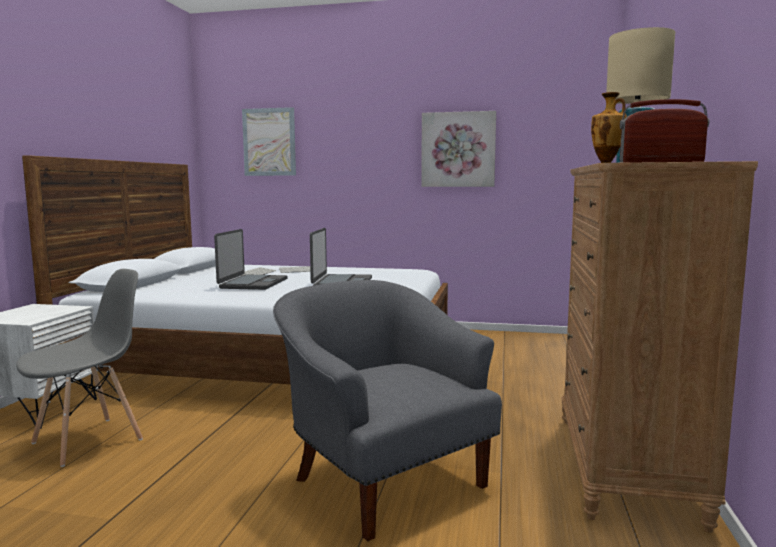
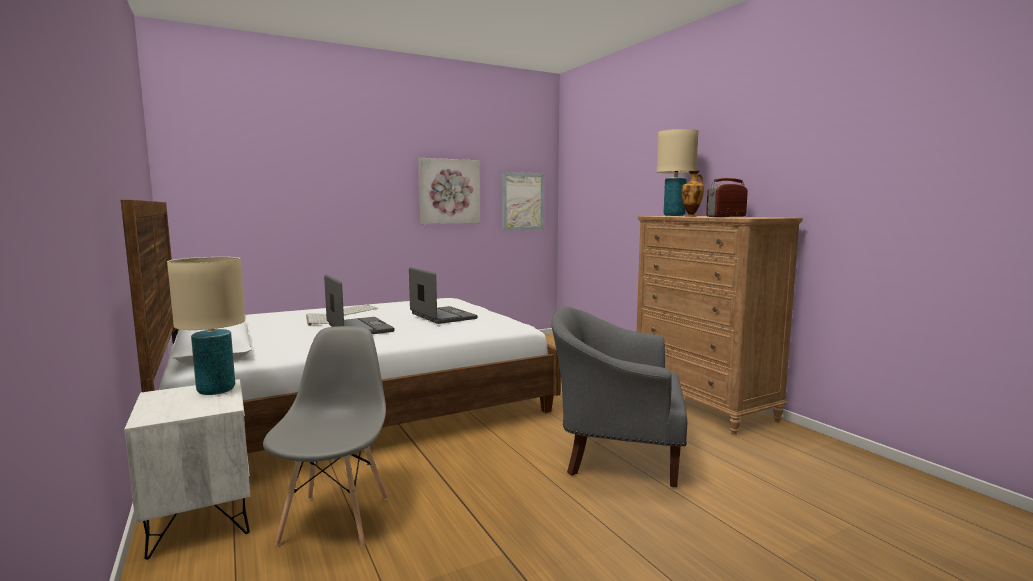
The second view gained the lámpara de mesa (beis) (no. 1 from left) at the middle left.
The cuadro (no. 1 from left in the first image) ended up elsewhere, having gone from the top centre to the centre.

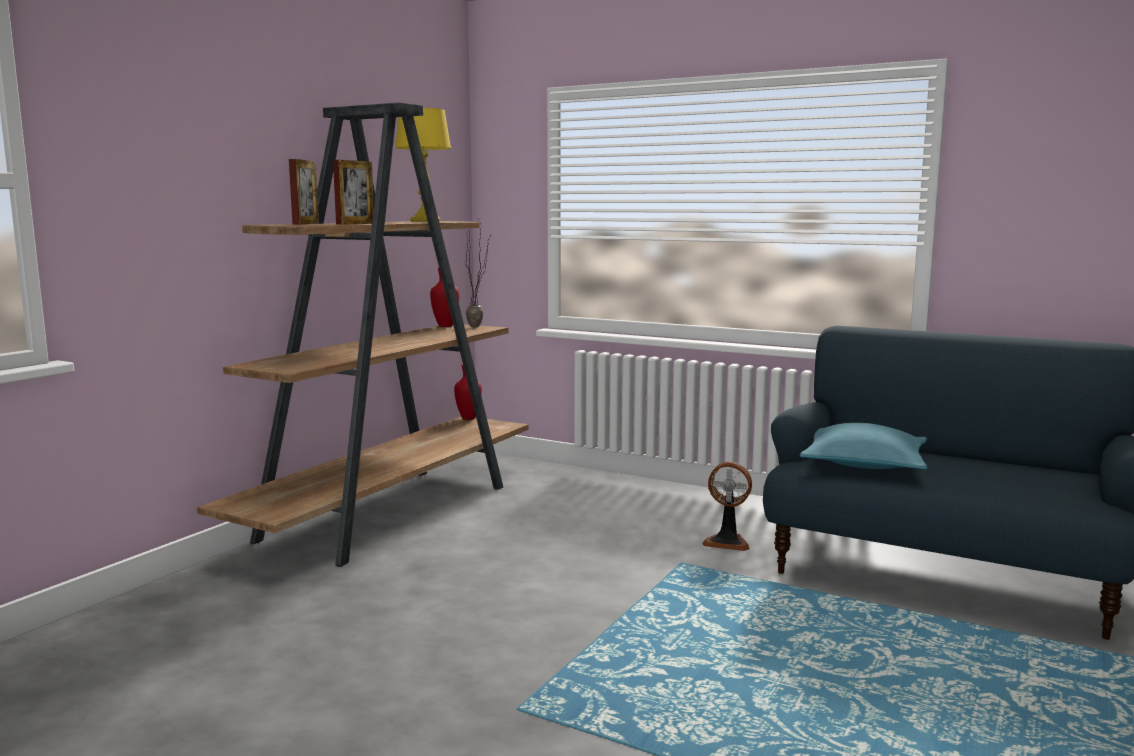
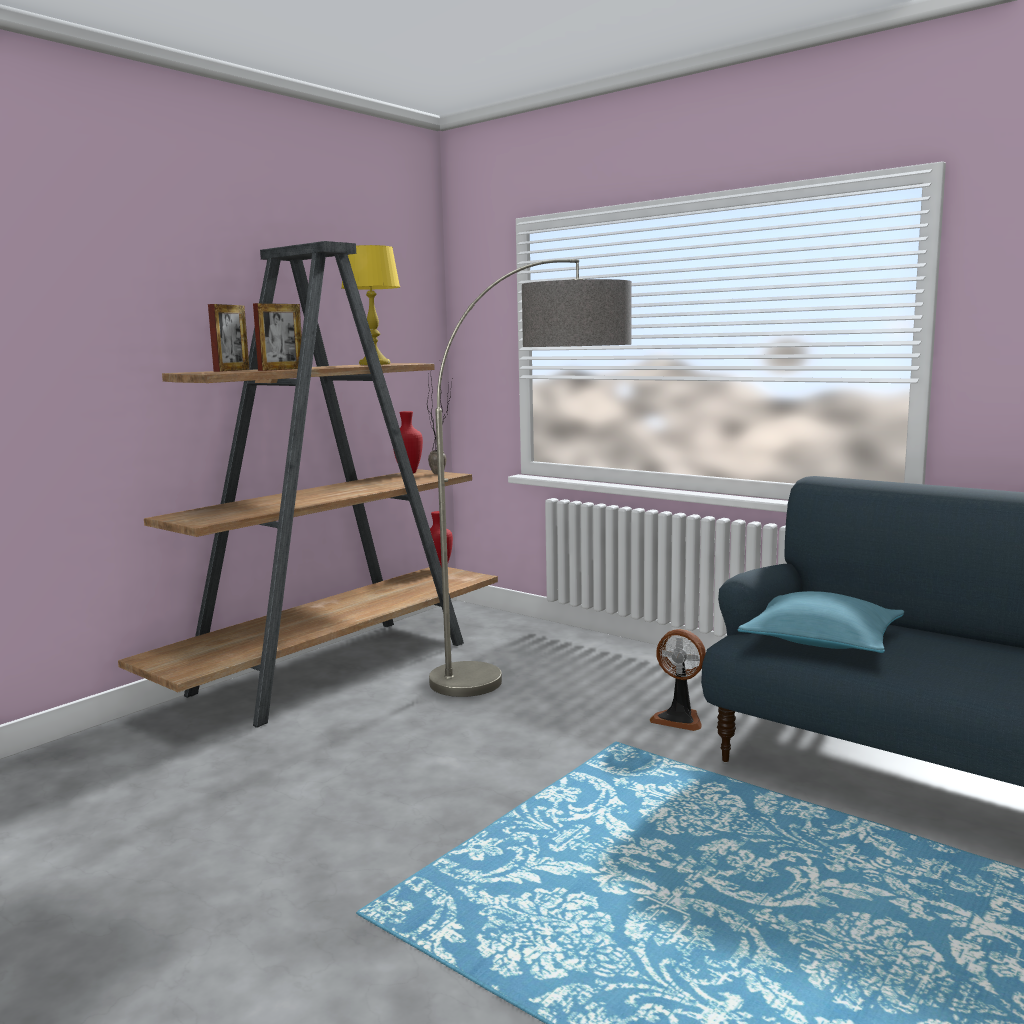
The second view gained the lámpara de pie at the centre.

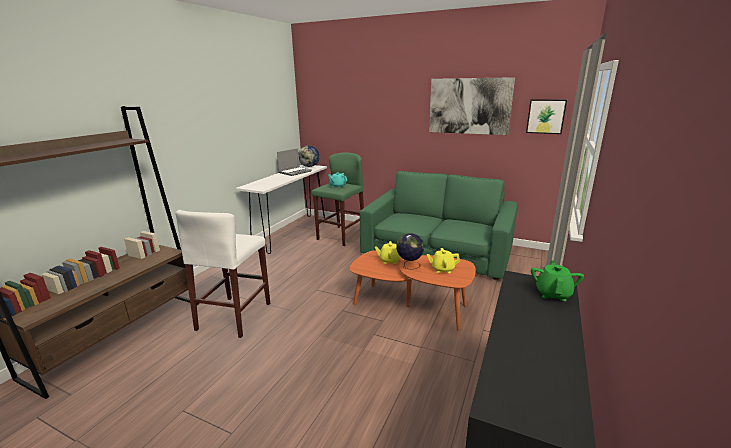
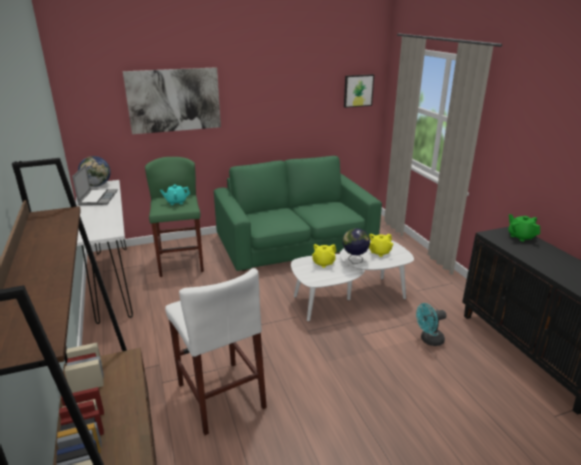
The cuadro (no. 1 from left) ended up elsewhere, having gone from the top centre to the top left.
What was the mesa de centro (naranja) at the centre turned into the mesa de centro (blanco) at the centre.
The second view gained the ventilador (turquesa) at the bottom right.

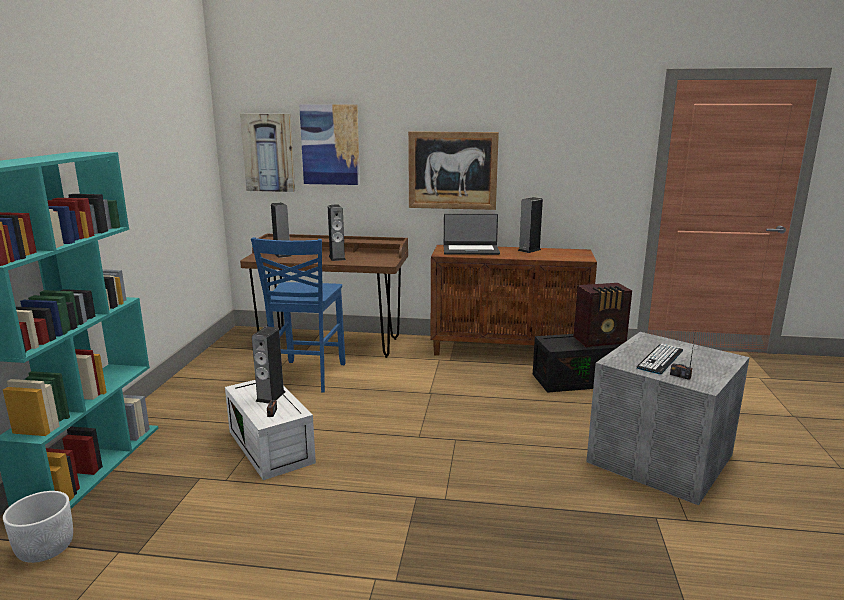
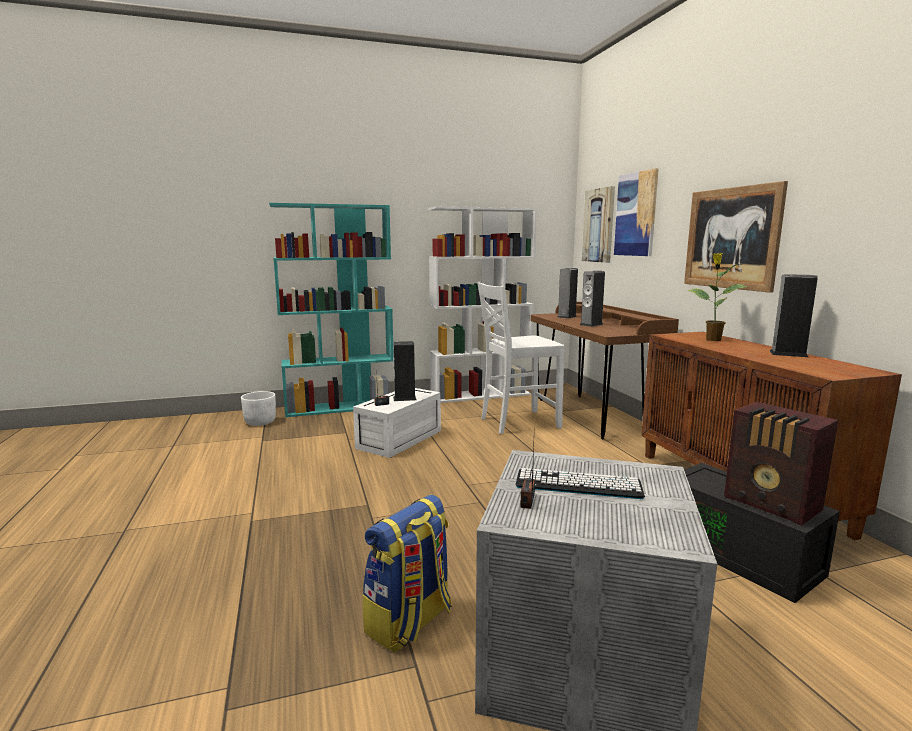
The second view gained the mochila at the bottom centre.
The second view gained the estantería (blanco) at the centre.
What was the silla (azul) at the centre turned into the silla (blanco) at the centre.
Where the portátil stood at the centre, the planta en maceta came to stand at the middle right.

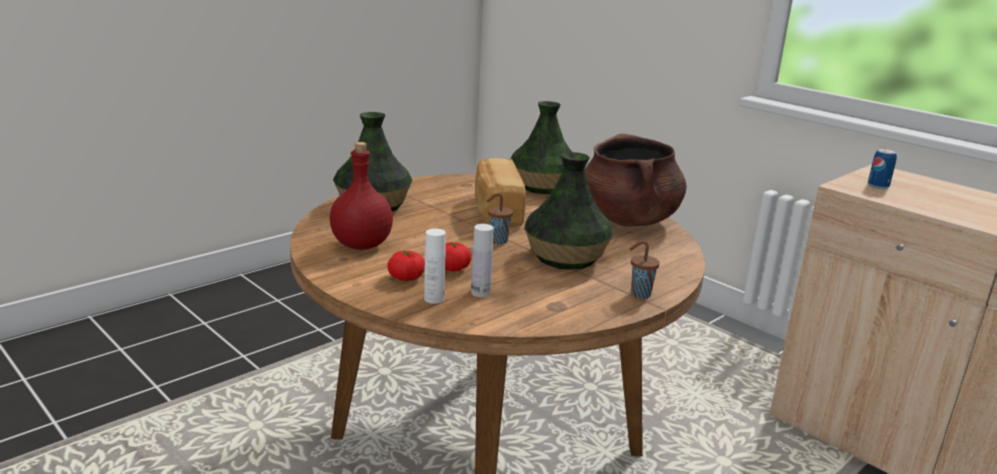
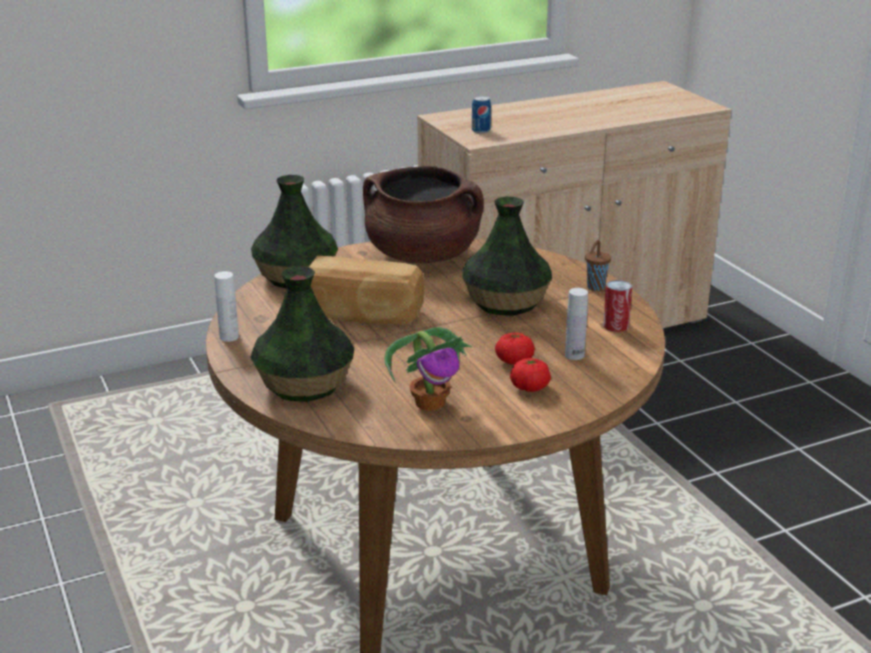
The botella (blanco) (no. 1 from left) ended up elsewhere, having gone from the centre to the middle left.
Where the botella (rojo) stood at the centre, the planta en maceta came to stand at the centre.
The second view gained the lata (no. 2 from left) at the middle right.
The second view lost the taza (marrón) (no. 1 from left) at the centre.

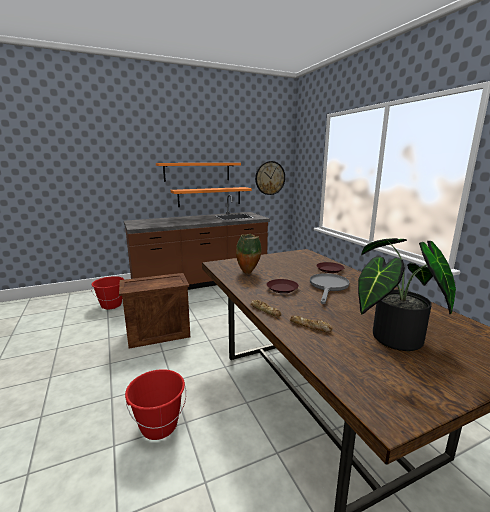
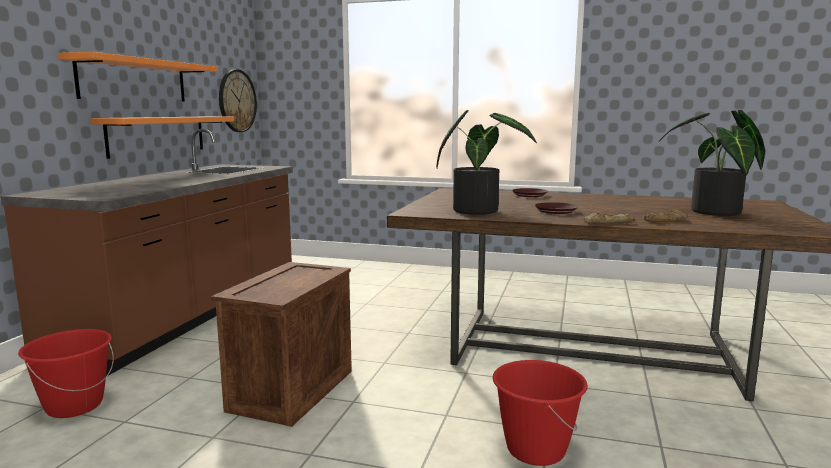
Where the florero stood at the centre, the planta en maceta (no. 1 from left) came to stand at the centre.
The second view lost the sartén (gris) at the middle right.

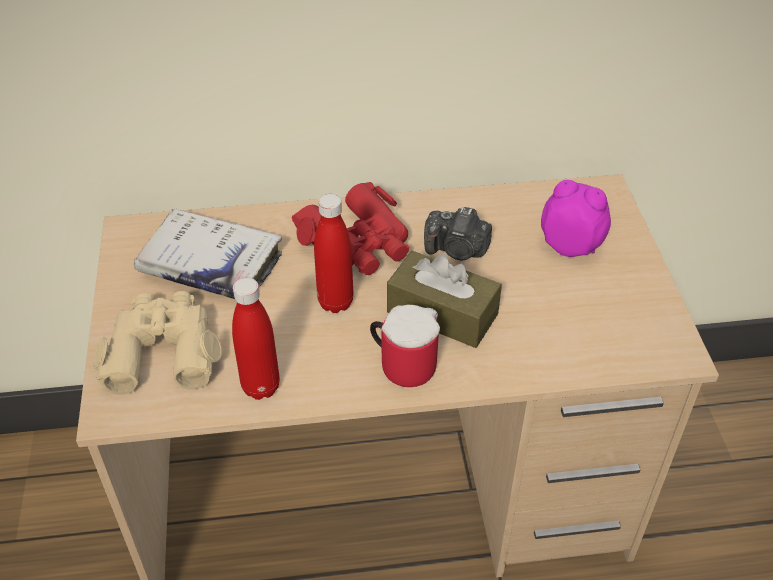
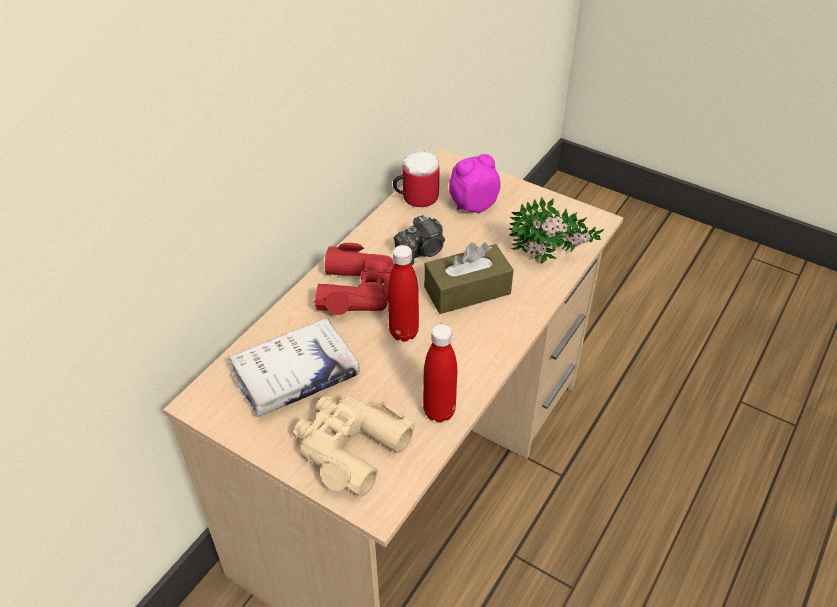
The taza grande ended up elsewhere, having gone from the centre to the top centre.
The second view gained the planta en maceta at the centre.

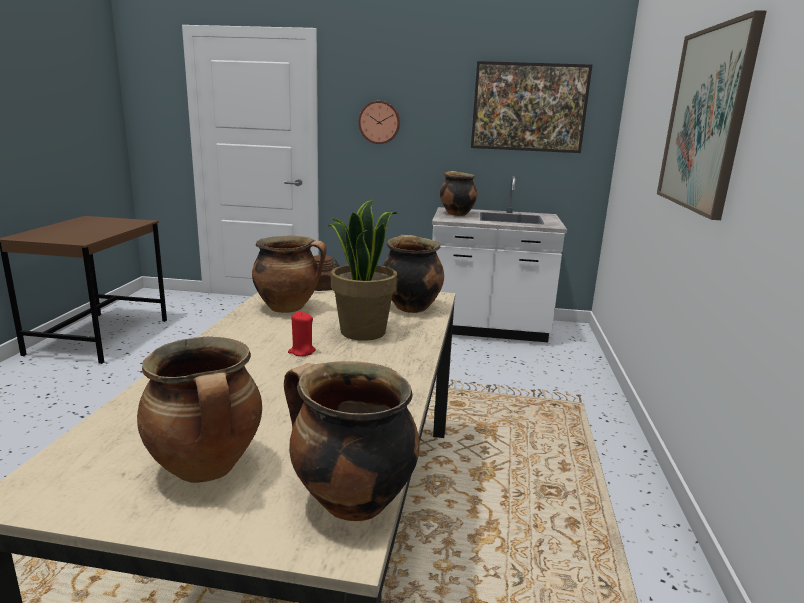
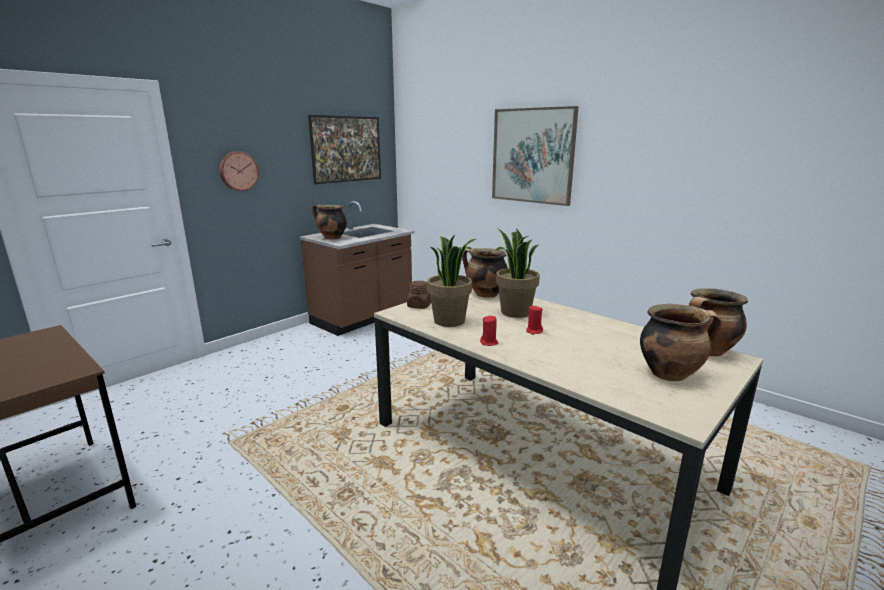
What was the mueble bajo de cocina (blanco) at the centre turned into the mueble bajo de cocina (marrón) at the centre.
Where the olla (no. 2 from left) stood at the centre, the planta en maceta (no. 1 from left) came to stand at the centre.
The second view gained the vela (rojo) (no. 1 from left) at the centre.

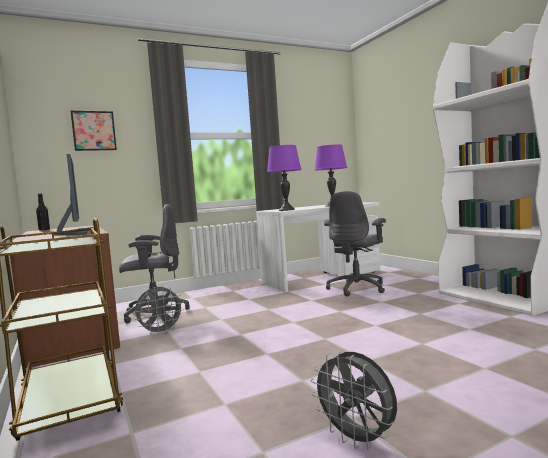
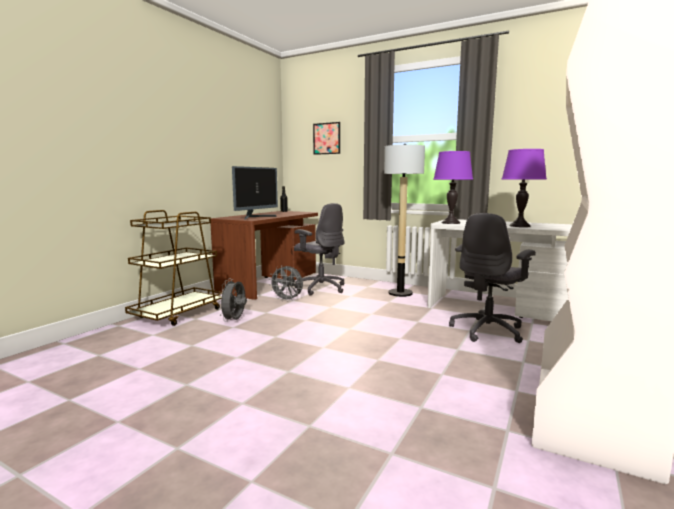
The ventilador (gris) (no. 2 from left in the first image) ended up elsewhere, having gone from the bottom centre to the centre.
The second view gained the lámpara de pie at the centre.
The silla de oficina (gris) (no. 2 from left) at the centre ended up facing another way, 45 degrees counterclockwise from before.

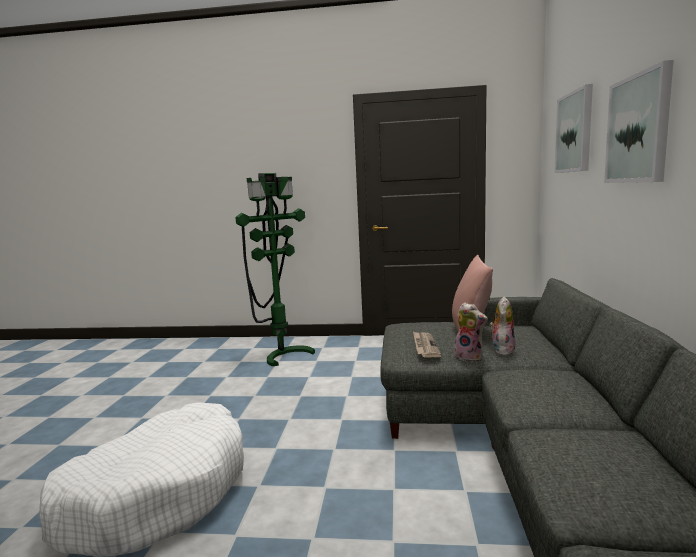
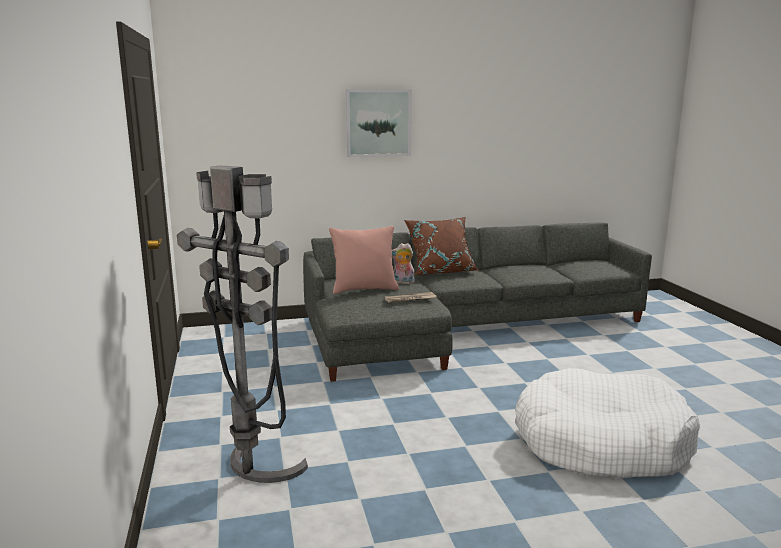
What was the lámpara de pie (verde) at the centre turned into the lámpara de pie (gris) at the middle left.
The second view gained the cojín (marrón) at the centre.
The second view lost the peluche (no. 1 from left) at the middle right.
The second view lost the cuadro (no. 1 from left) at the top right.

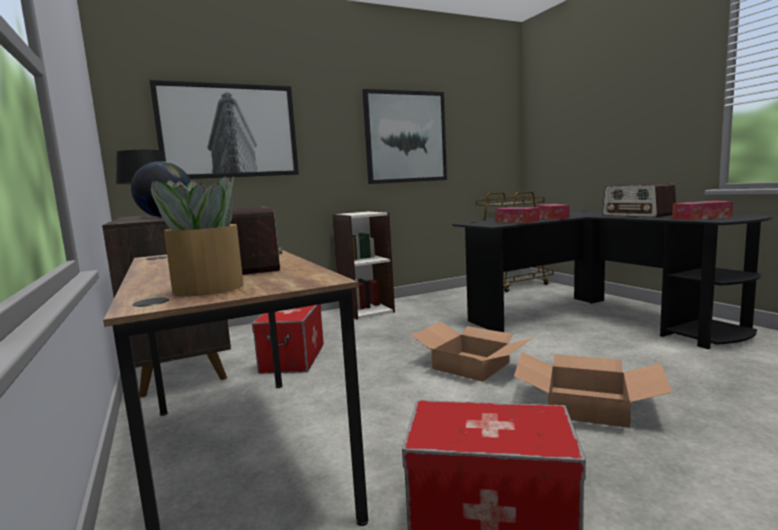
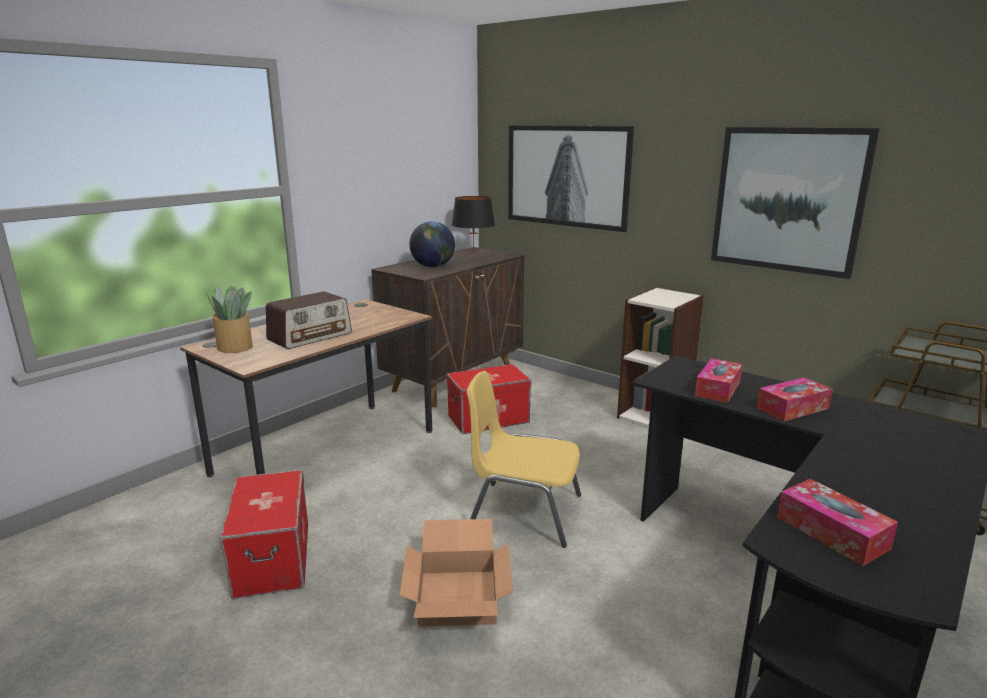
Where the caja de cartón (no. 1 from left) stood at the centre, the silla (amarillo) came to stand at the centre.
The second view lost the radio (no. 2 from left) at the middle right.

